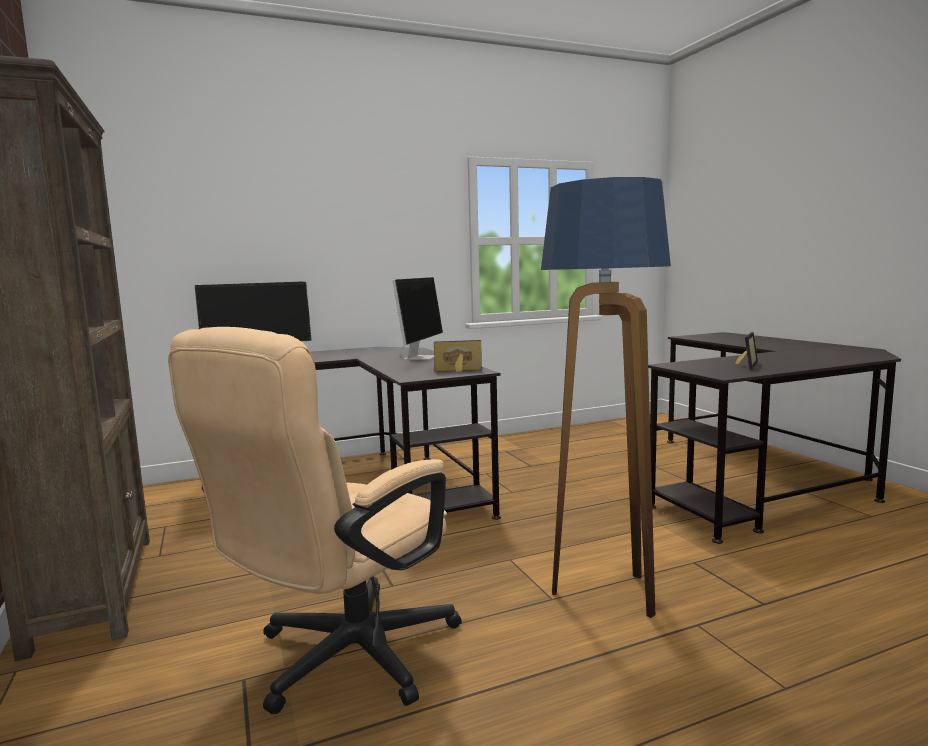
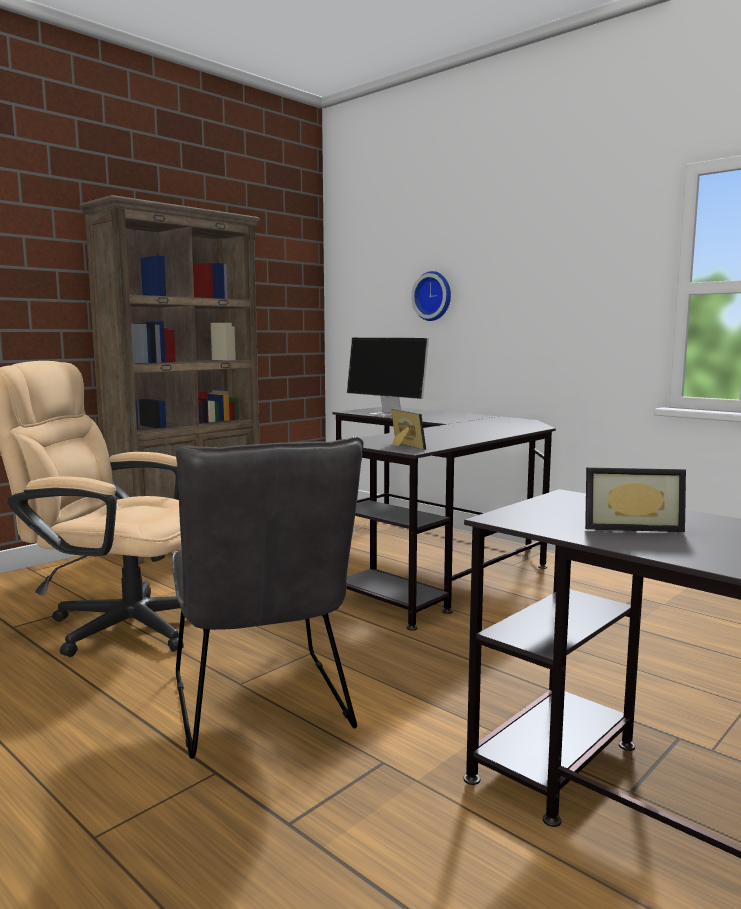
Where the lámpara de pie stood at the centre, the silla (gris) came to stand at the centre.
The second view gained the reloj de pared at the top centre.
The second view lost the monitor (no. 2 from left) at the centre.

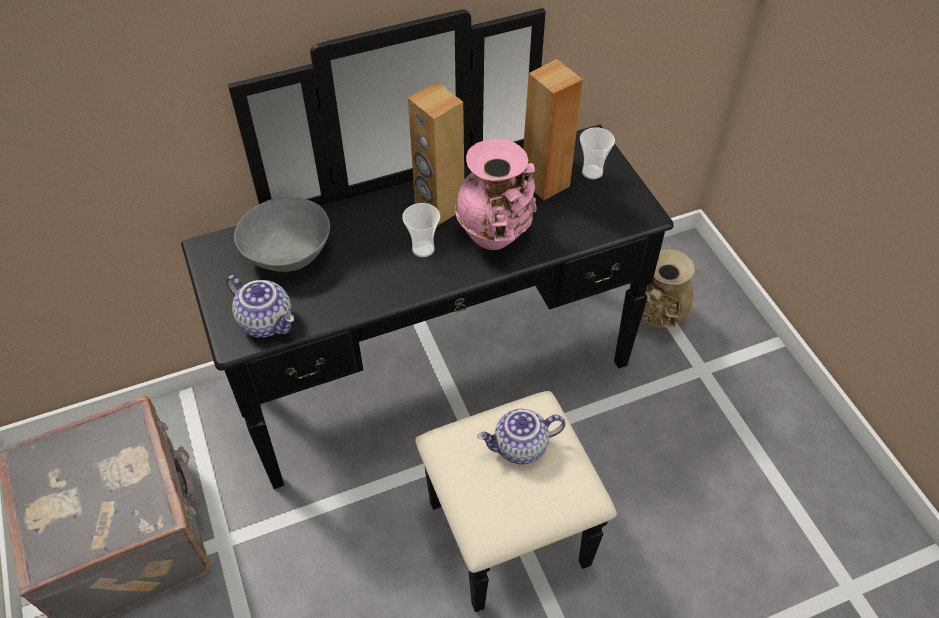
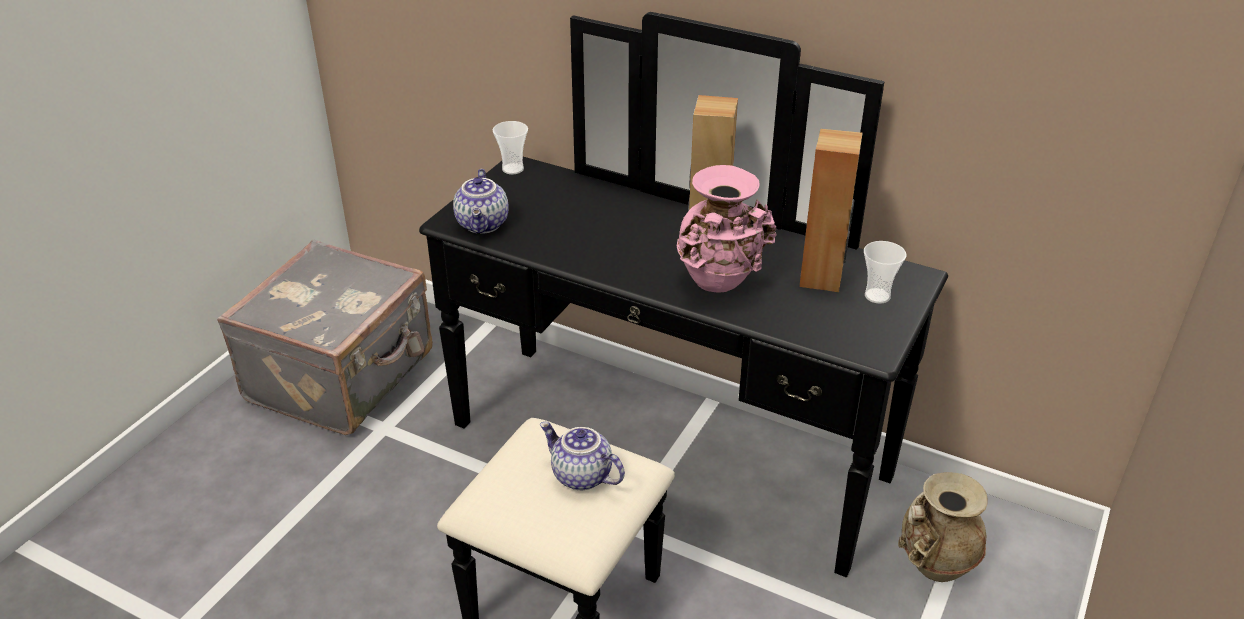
The taza (no. 1 from left) ended up elsewhere, having gone from the centre to the top centre.
The second view lost the cuenco (gris) at the middle left.

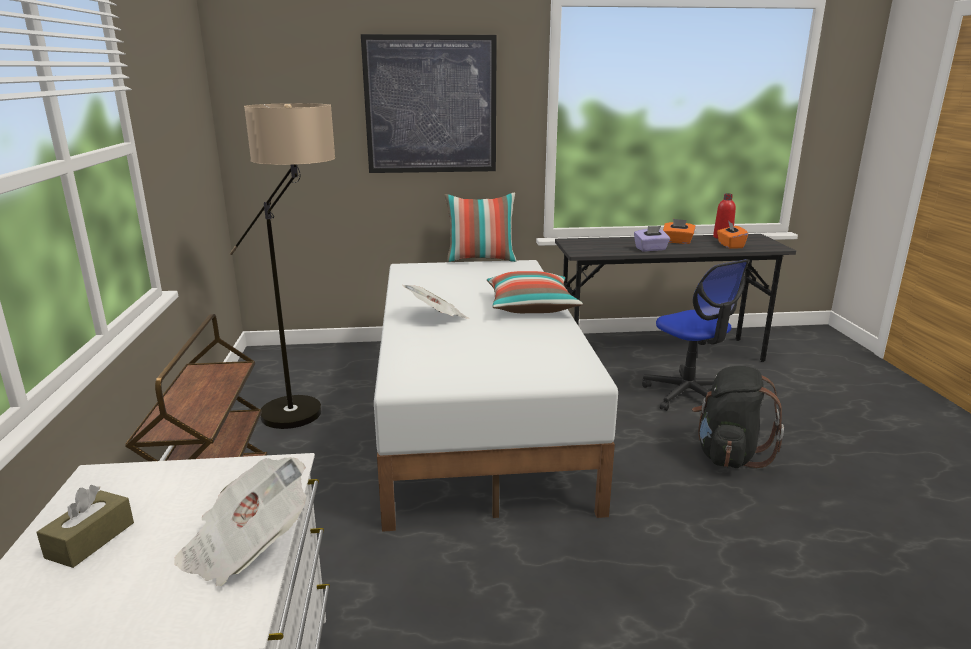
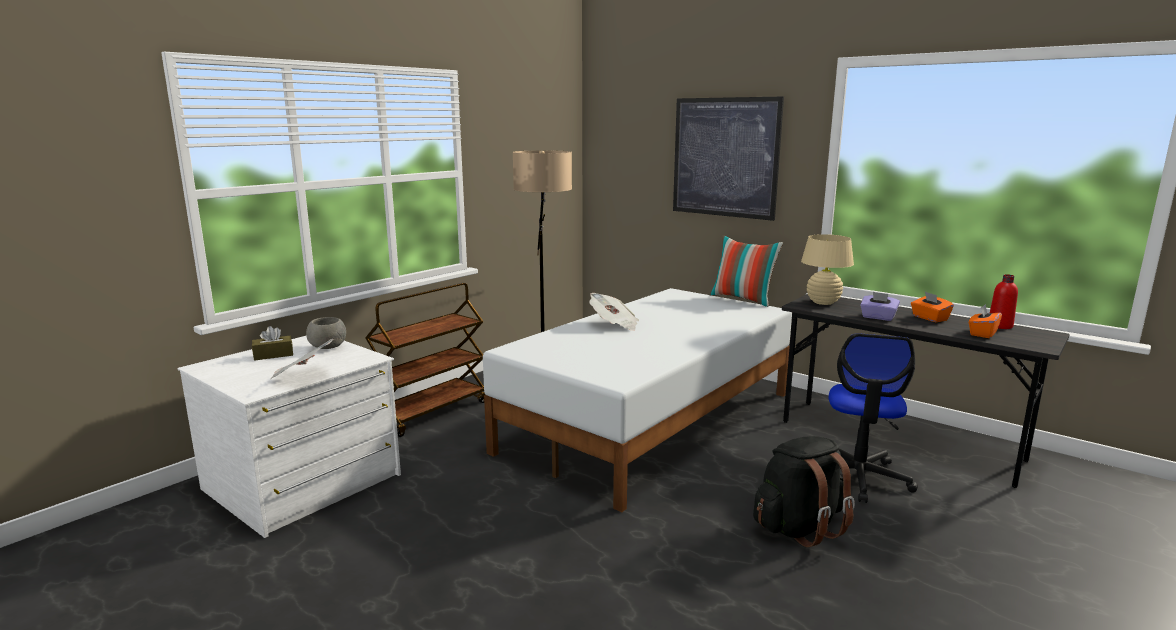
The second view gained the cuenco (gris) at the middle left.
The second view gained the lámpara de mesa (beis) at the middle right.
The second view lost the cojín (no. 2 from left) at the centre.

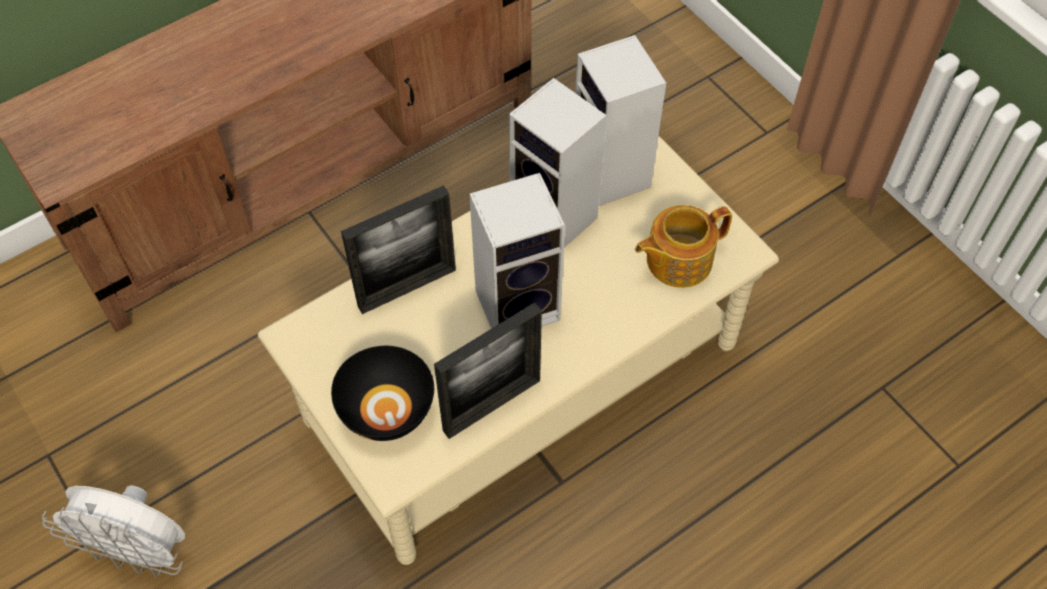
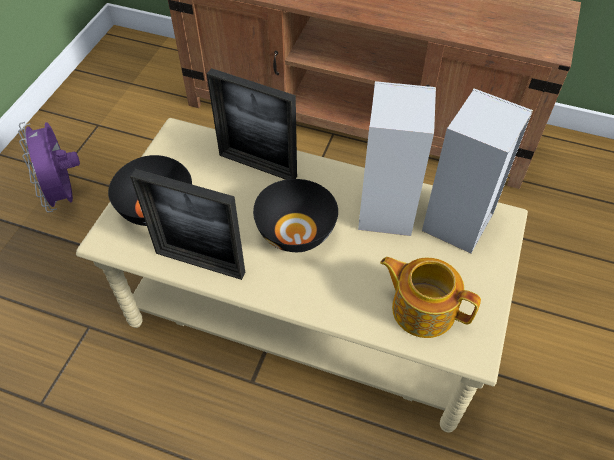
What was the ventilador (blanco) at the bottom left turned into the ventilador (morado) at the middle left.
Where the altavoz (no. 1 from left) stood at the centre, the cuenco (negro) (no. 2 from left) came to stand at the centre.

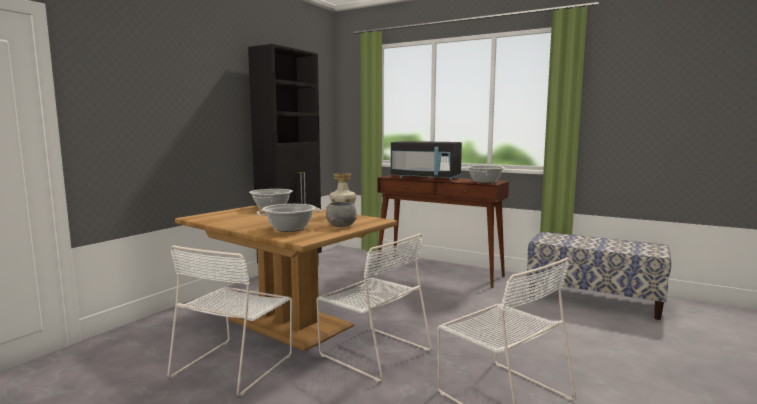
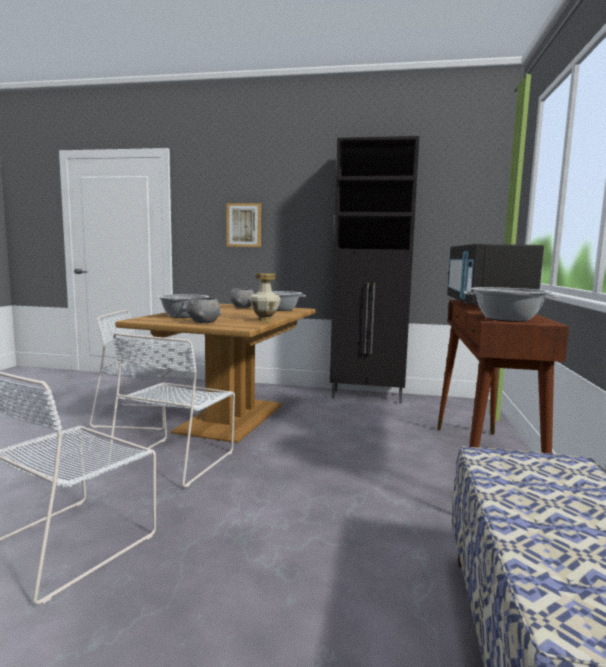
The second view gained the cuadro at the centre.
The second view gained the cuenco (gris) (no. 2 from left) at the centre.

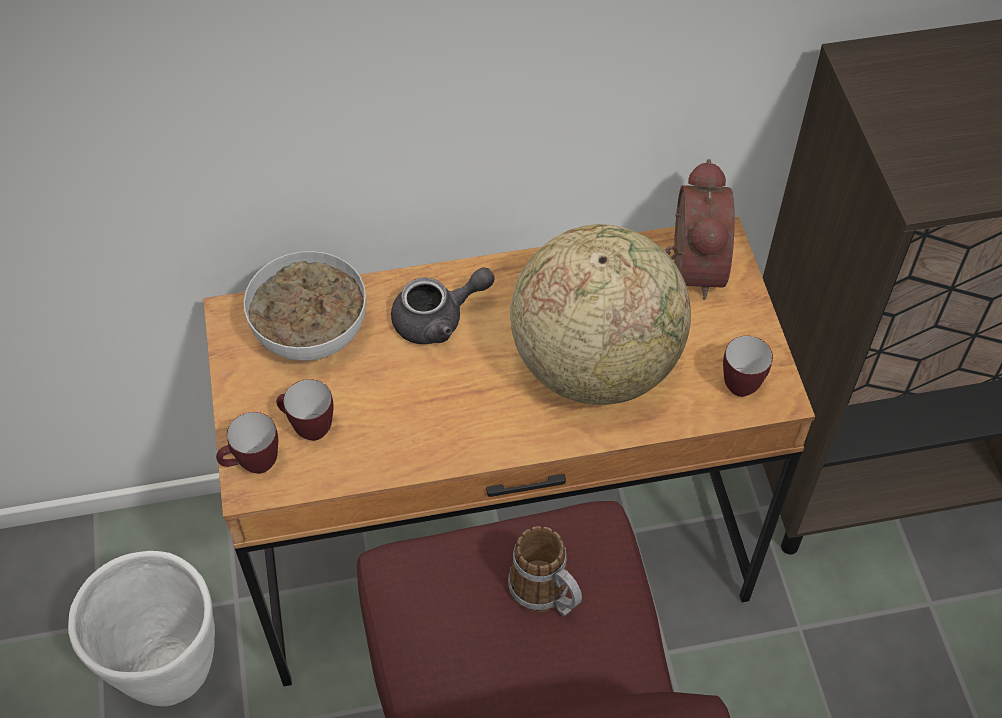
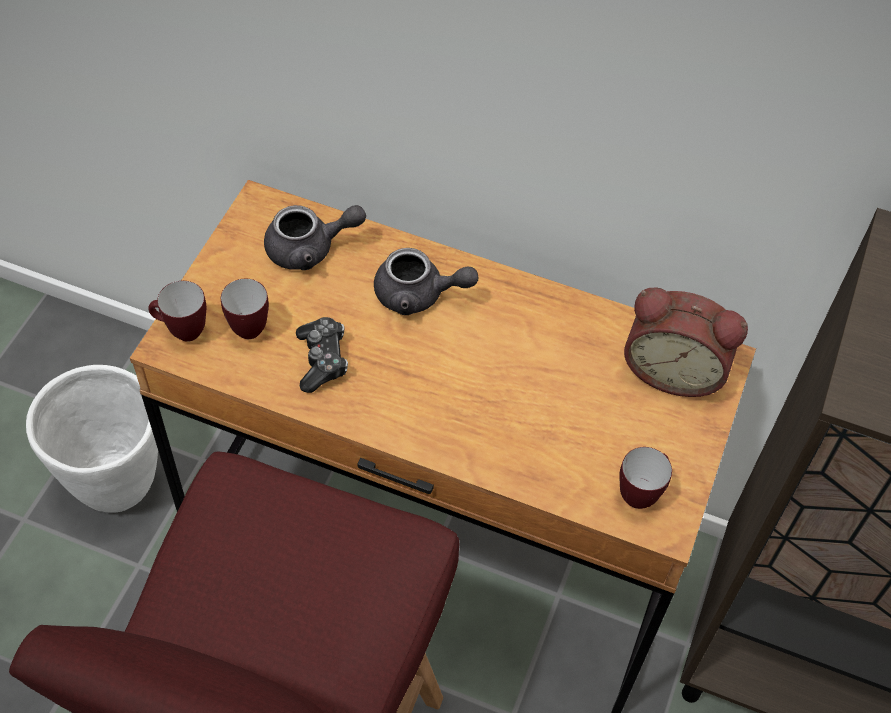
Where the cuenco stood at the middle left, the tetera (gris) (no. 1 from left) came to stand at the top centre.
The second view gained the mando de consola at the centre.
The despertador at the top right ended up facing another way, 75 degrees clockwise from before.
The second view lost the taza grande (no. 3 from left) at the bottom centre.
The second view lost the globo terráqueo at the centre.

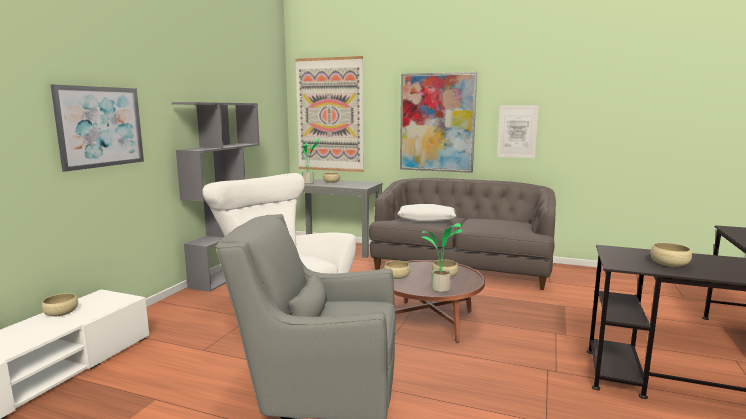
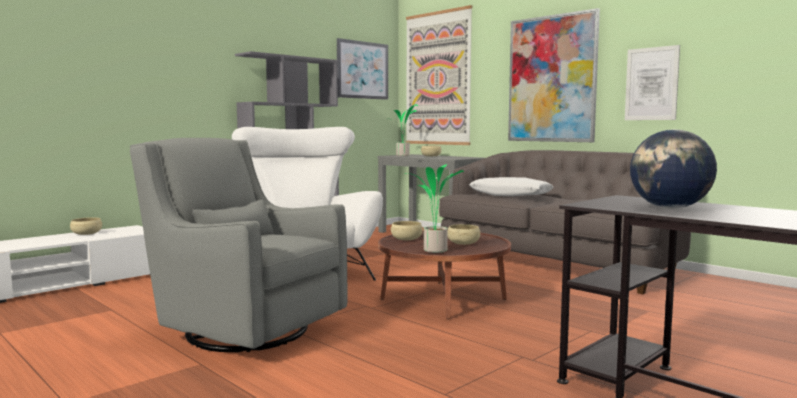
The cuadro (no. 1 from left) ended up elsewhere, having gone from the top left to the top centre.
Where the cuenco (beis) (no. 5 from left) stood at the middle right, the globo terráqueo came to stand at the middle right.

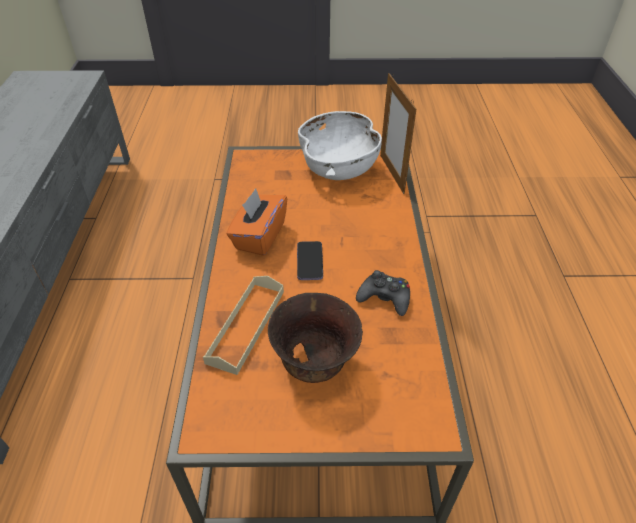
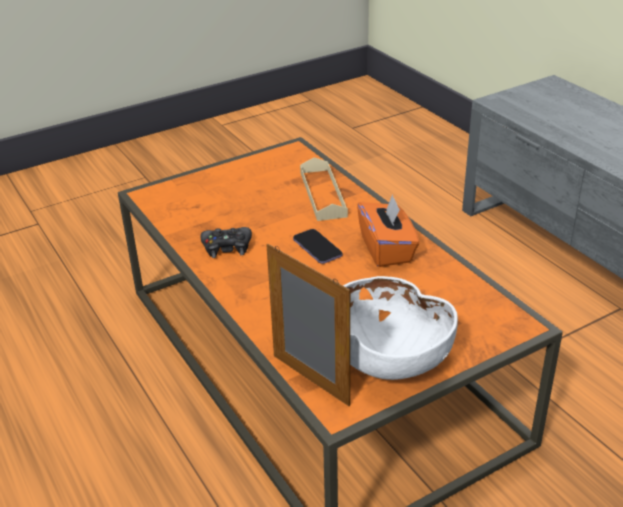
The second view lost the cuenco (marrón) at the centre.

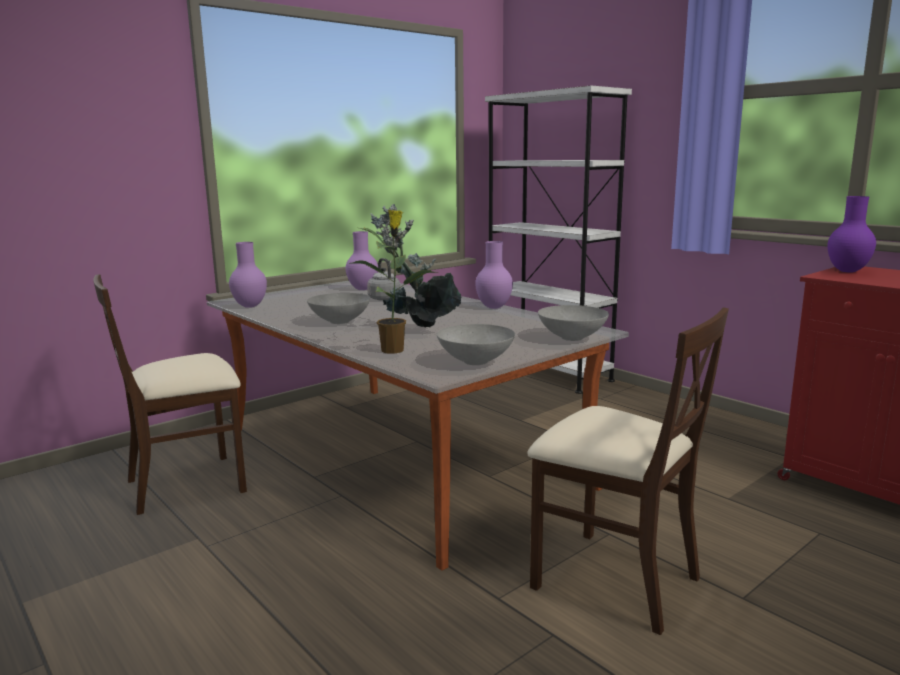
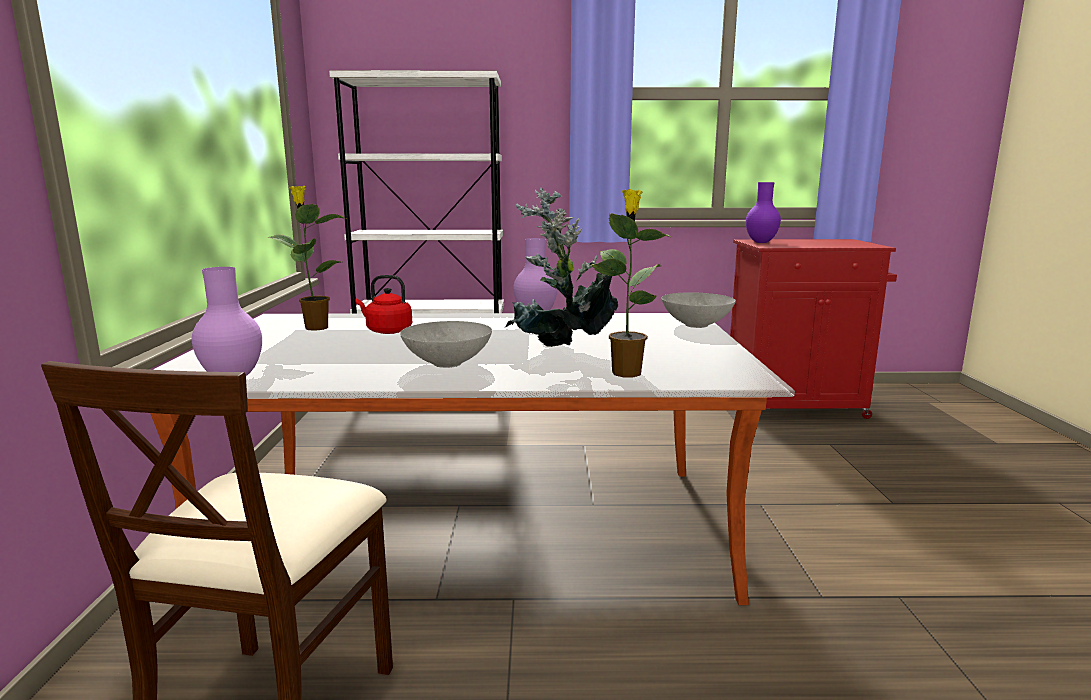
Where the florero (morado) (no. 2 from left) stood at the centre, the planta en maceta (no. 1 from left) came to stand at the middle left.
What was the hervidor (gris) at the centre turned into the hervidor (rojo) at the centre.
The second view lost the cuenco (gris) (no. 2 from left) at the centre.
The second view lost the silla (beis) (no. 2 from left) at the bottom right.

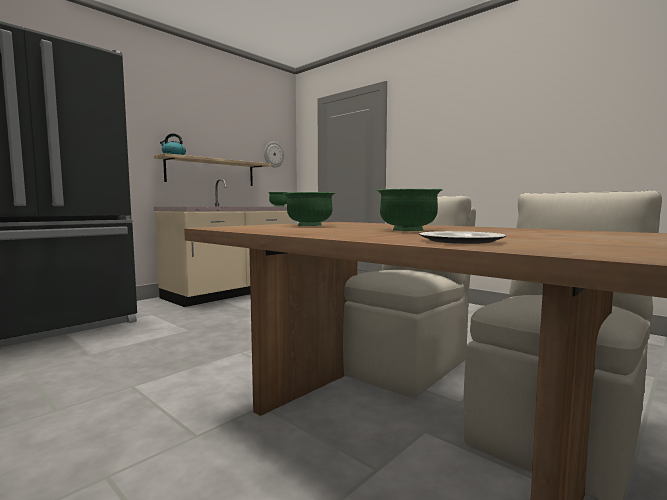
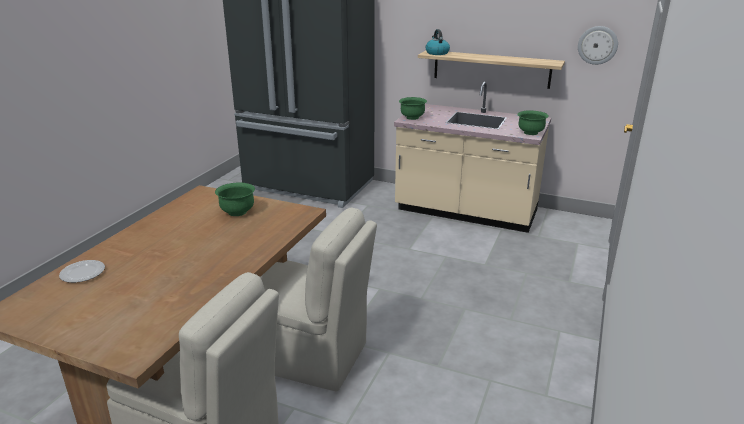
The cuenco (verde) (no. 3 from left in the first image) ended up elsewhere, having gone from the centre to the top centre.

